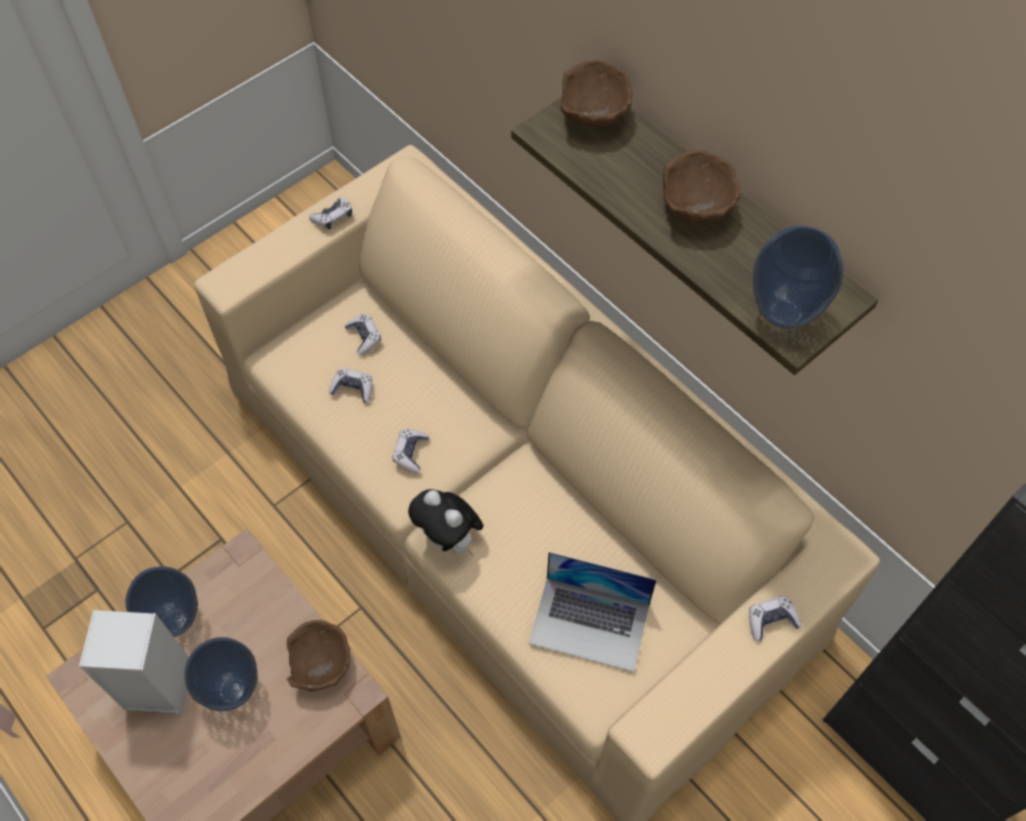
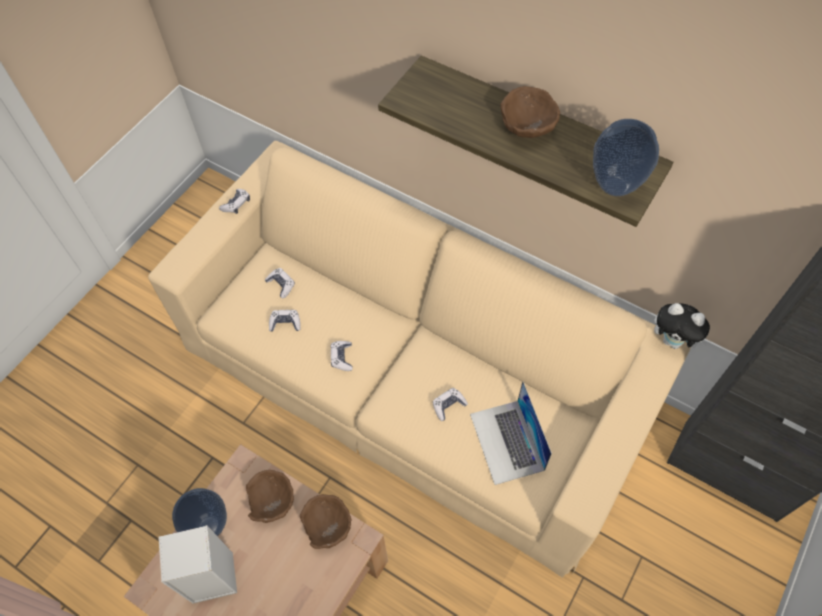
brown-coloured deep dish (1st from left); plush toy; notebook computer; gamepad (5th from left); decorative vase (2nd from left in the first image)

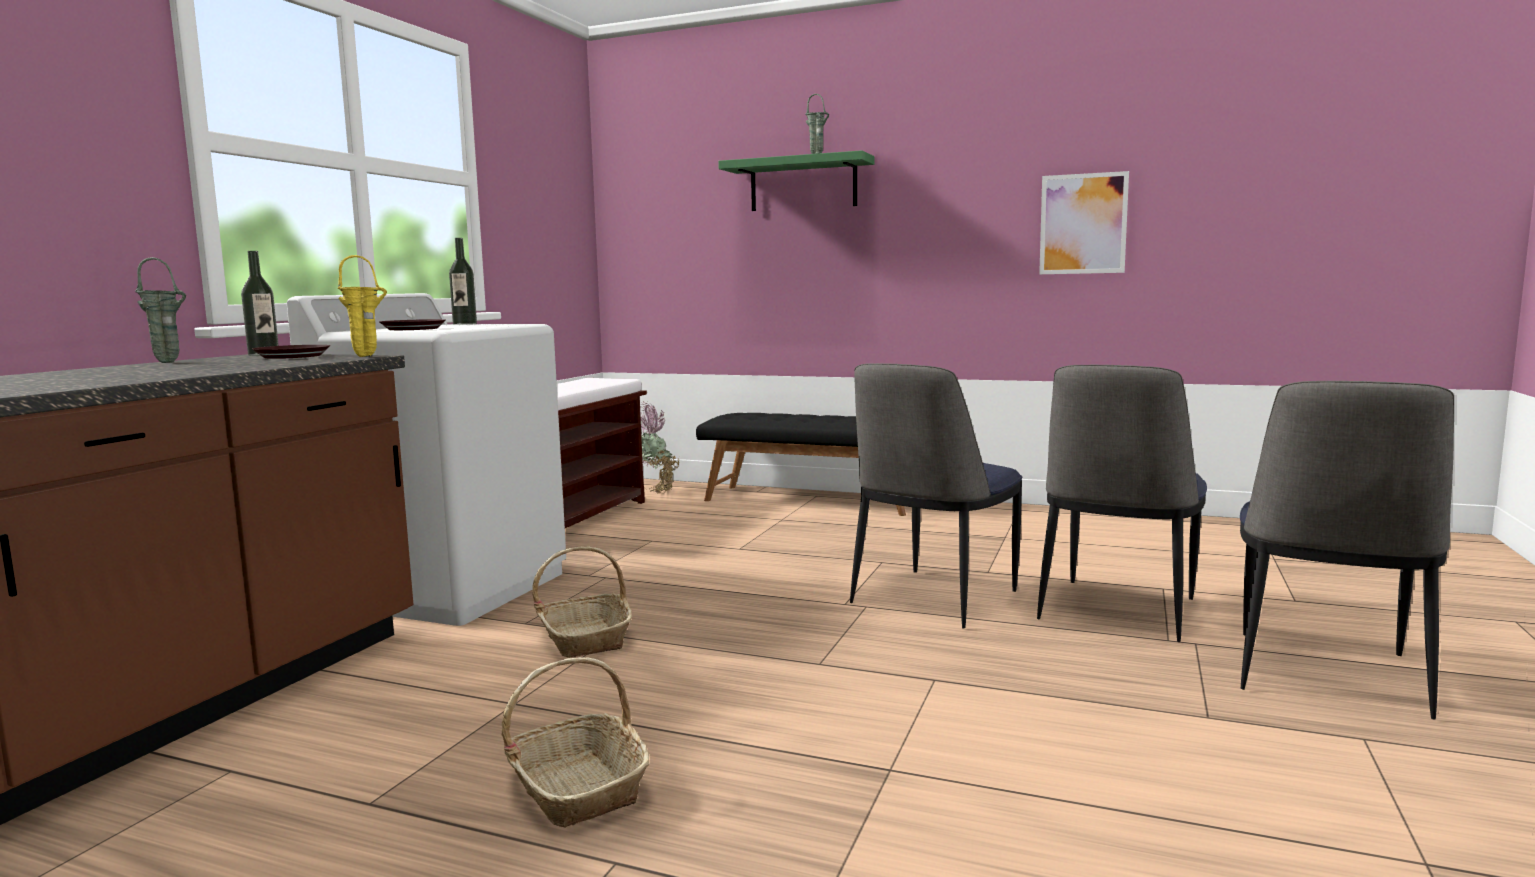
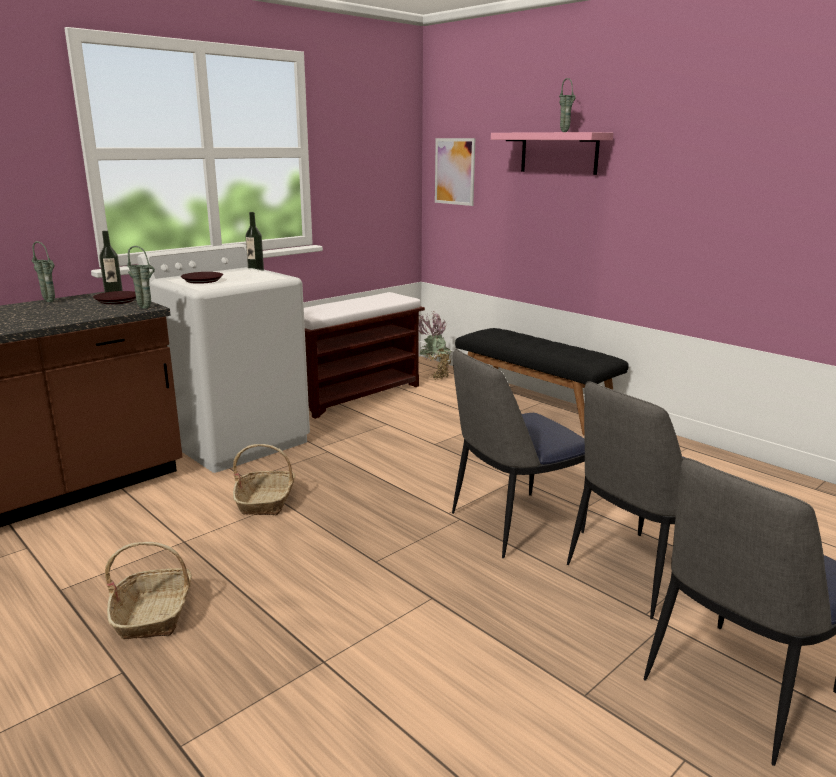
pink-coloured wall shelf; wall picture; greenish decorative vase (2nd from left)

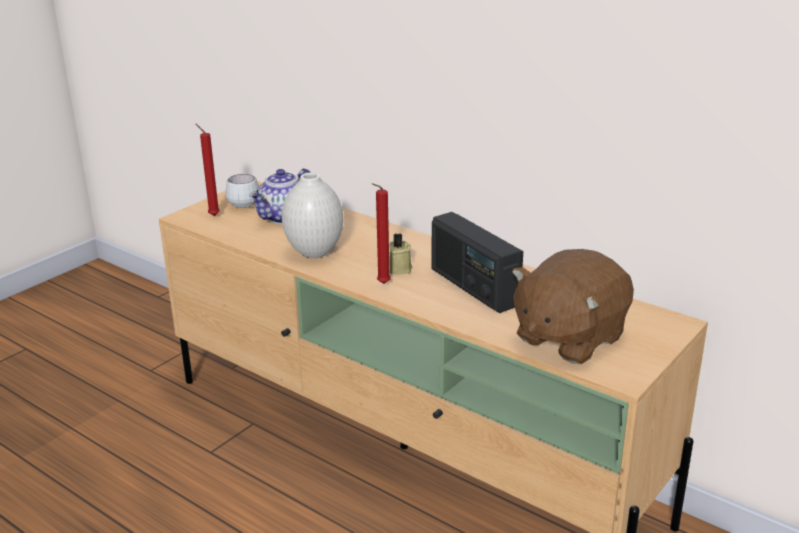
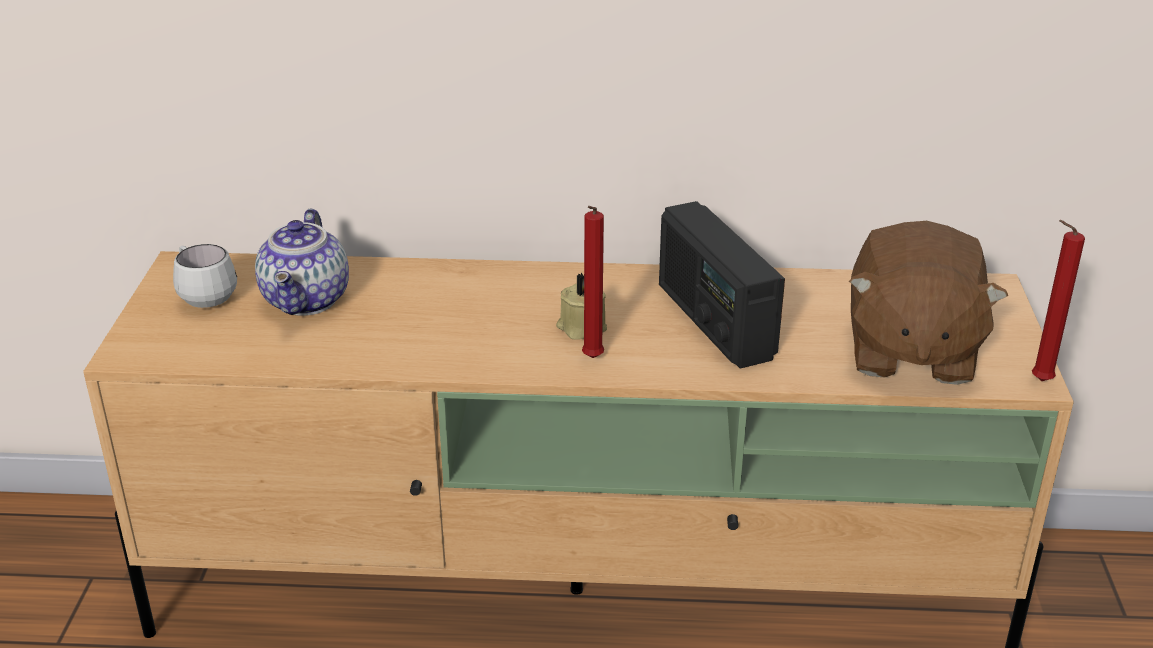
reddish candle (2nd from left); white decorative vase; radio receiver

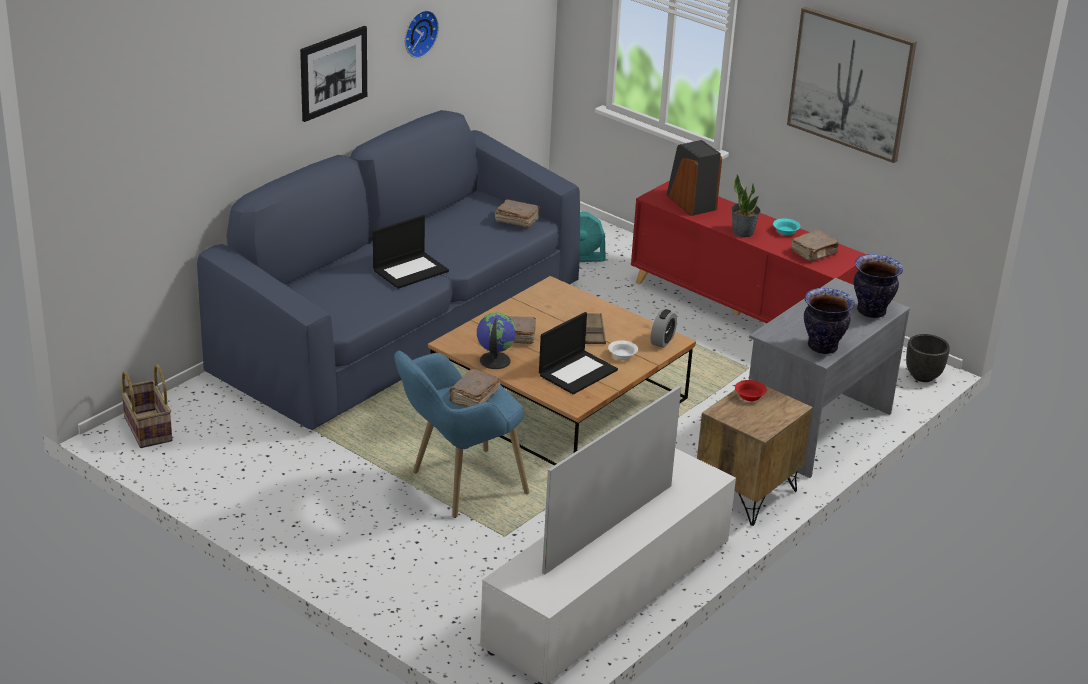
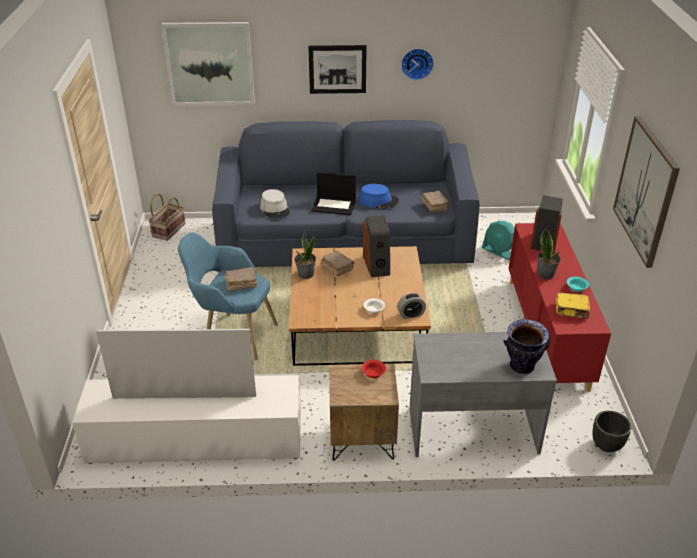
yellow-coloured book; decorative vase (1st from left in the first image); notebook computer (2nd from left in the first image); plant in a pot (1st from left); brown-coloured carrying tray; wall picture (1st from left); blue wearable hat; greyish wearable hat; audio speaker (1st from left)

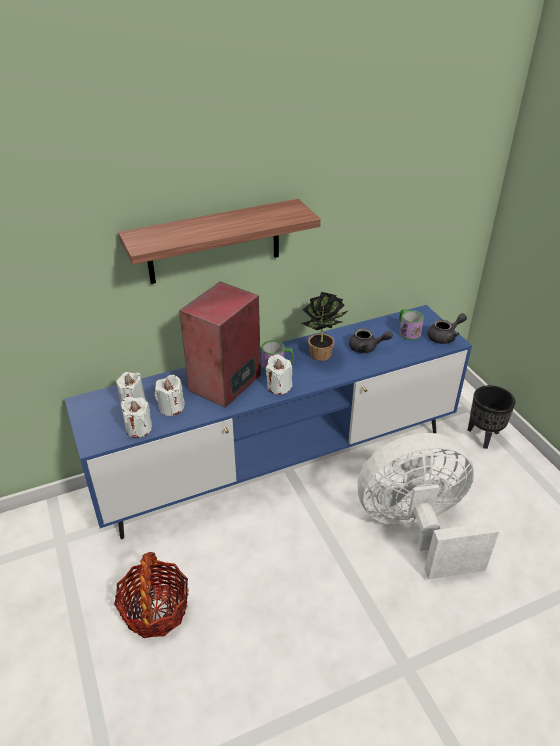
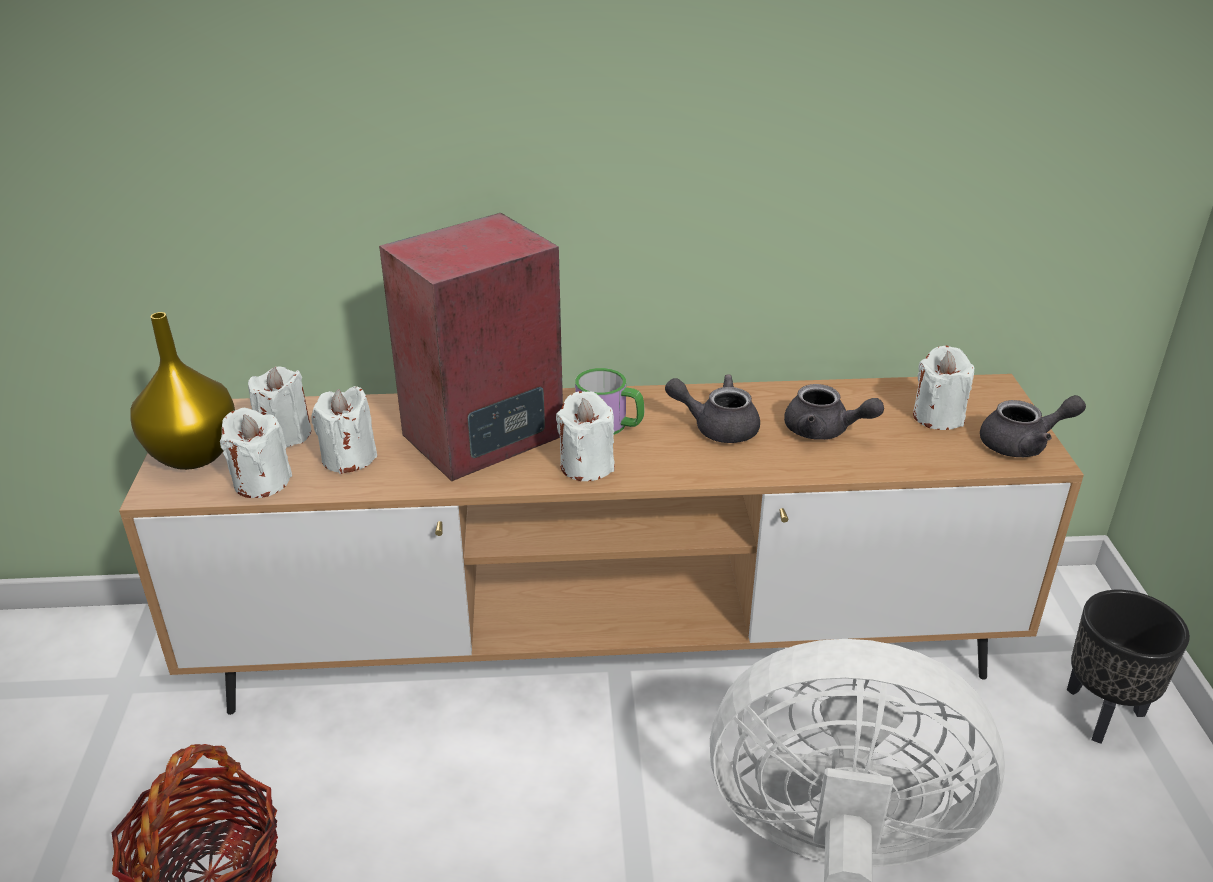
wall shelf; greyish tea pot (1st from left); brown-coloured tv unit; white candle (5th from left); yellow-coloured decorative vase

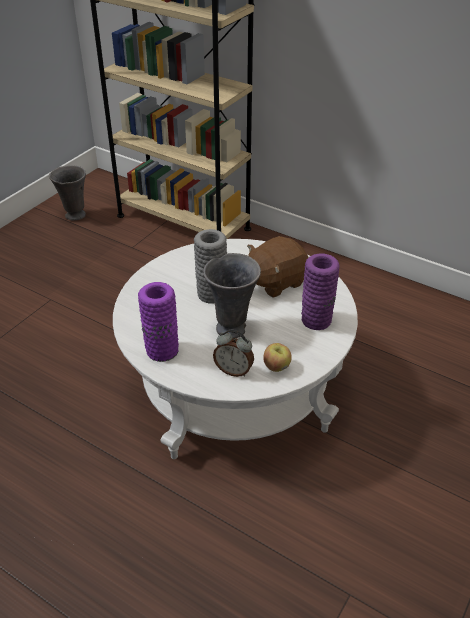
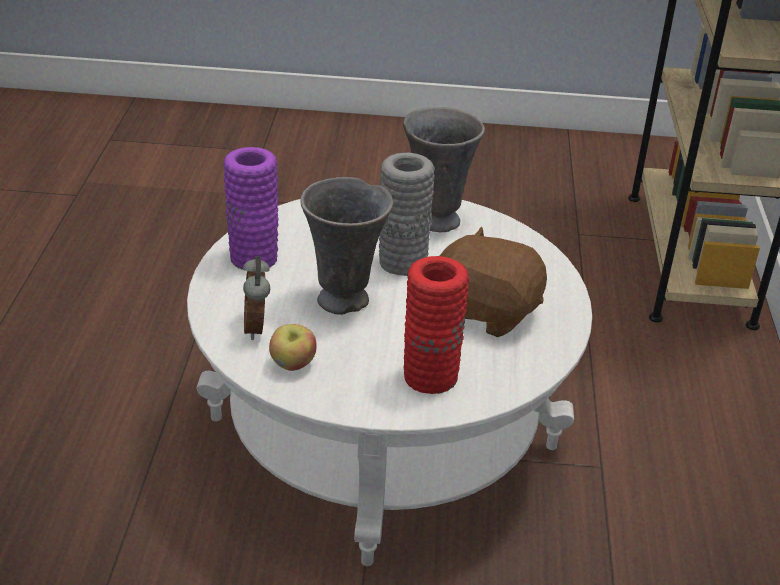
greyish decorative vase (3rd from left); reddish decorative vase

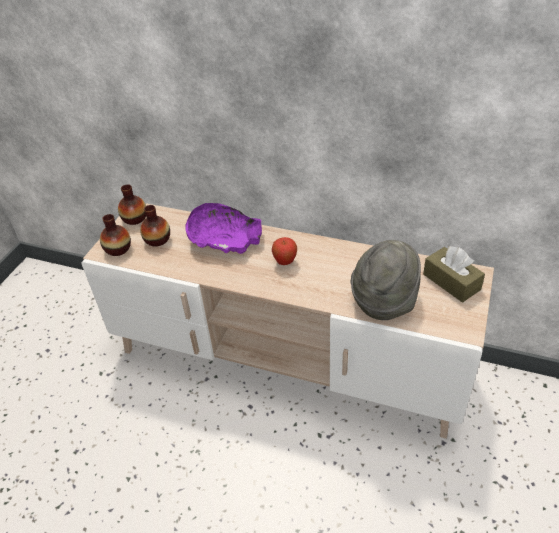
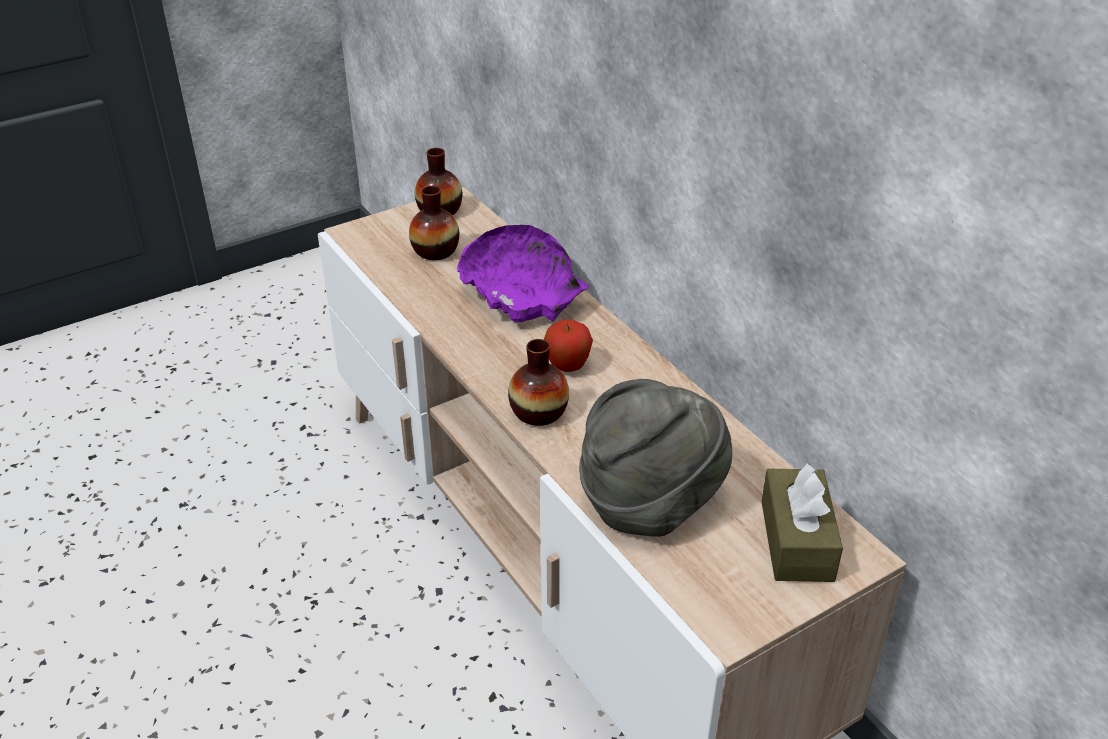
decorative vase (3rd from left)

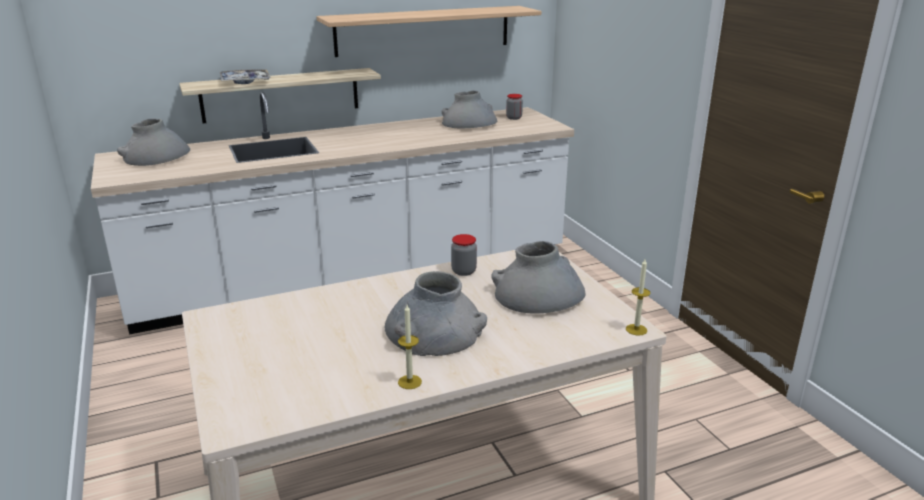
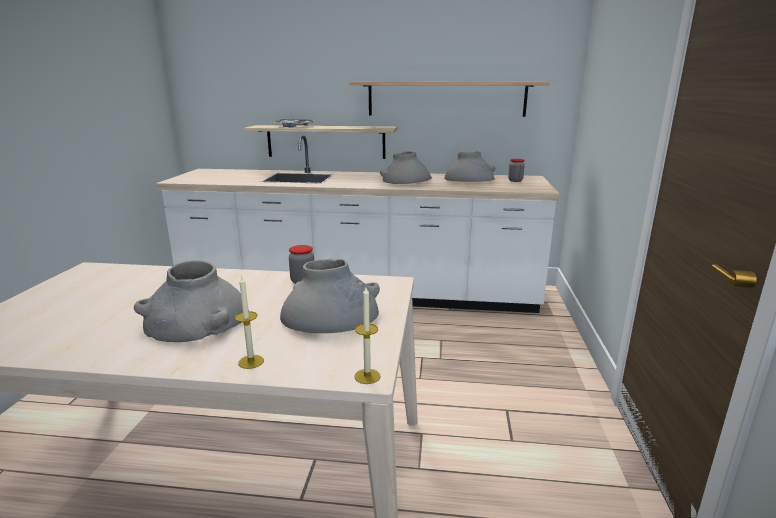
greyish decorative vase (3rd from left); candle (1st from left)

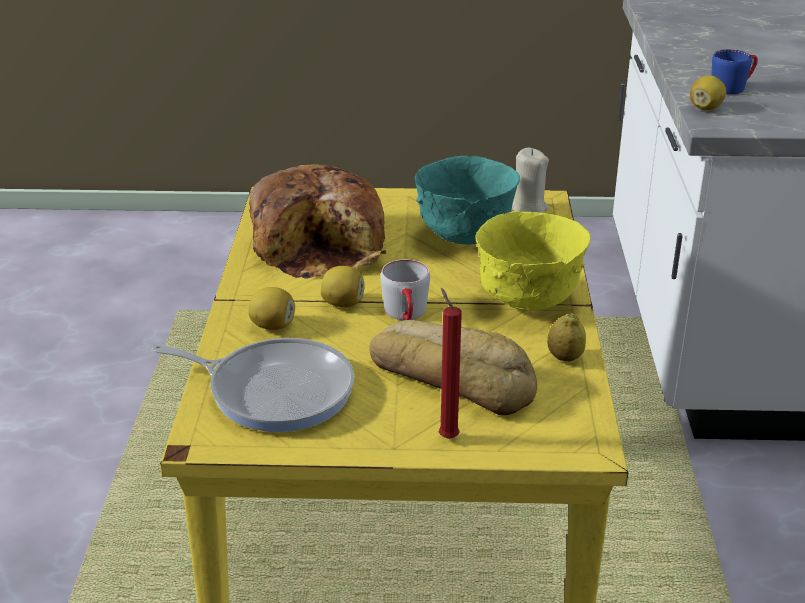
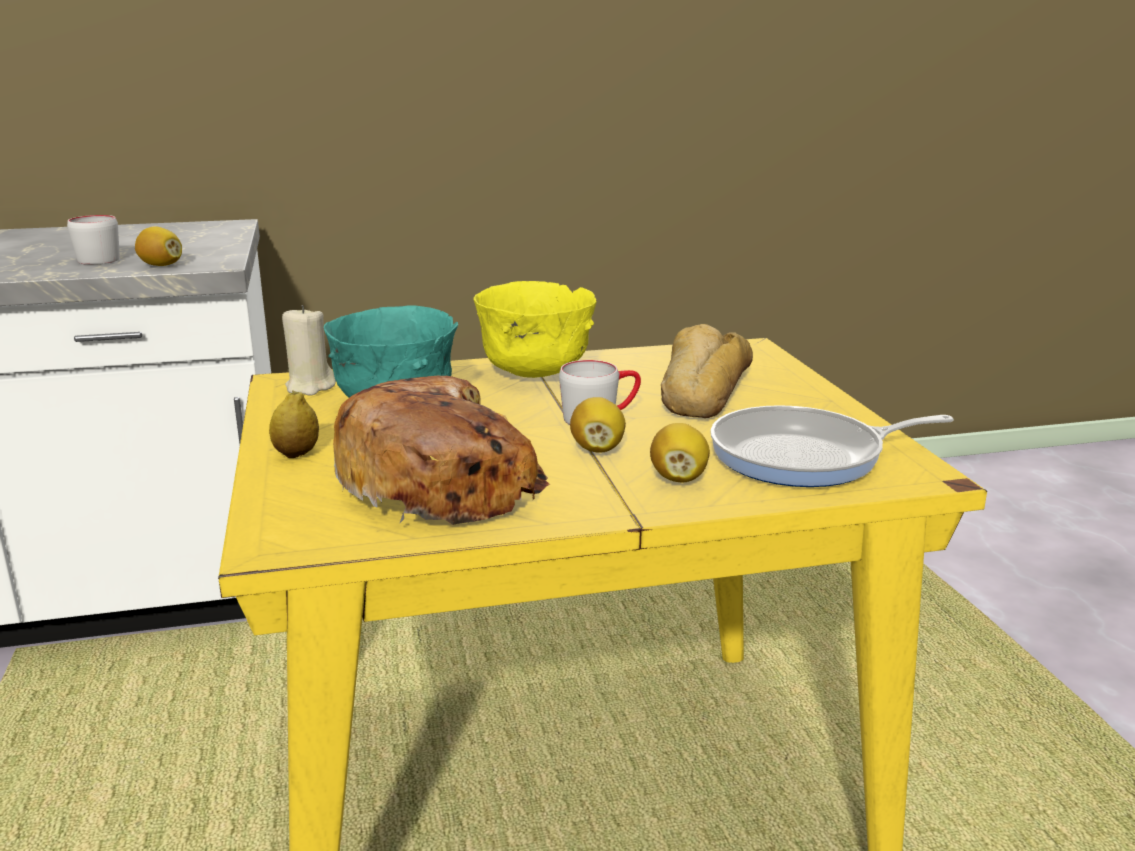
greyish mug (1st from left); reddish candle; lemon (2nd from left); frying pan

